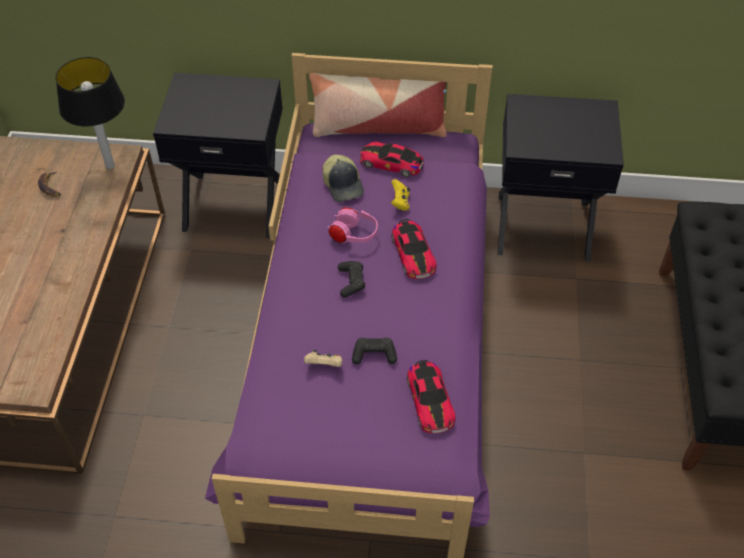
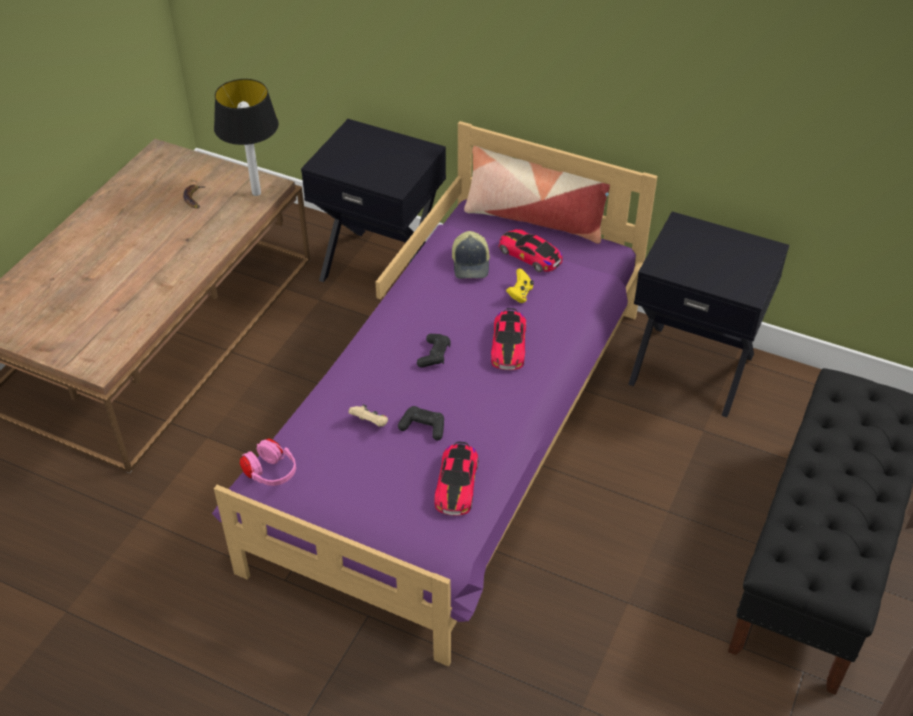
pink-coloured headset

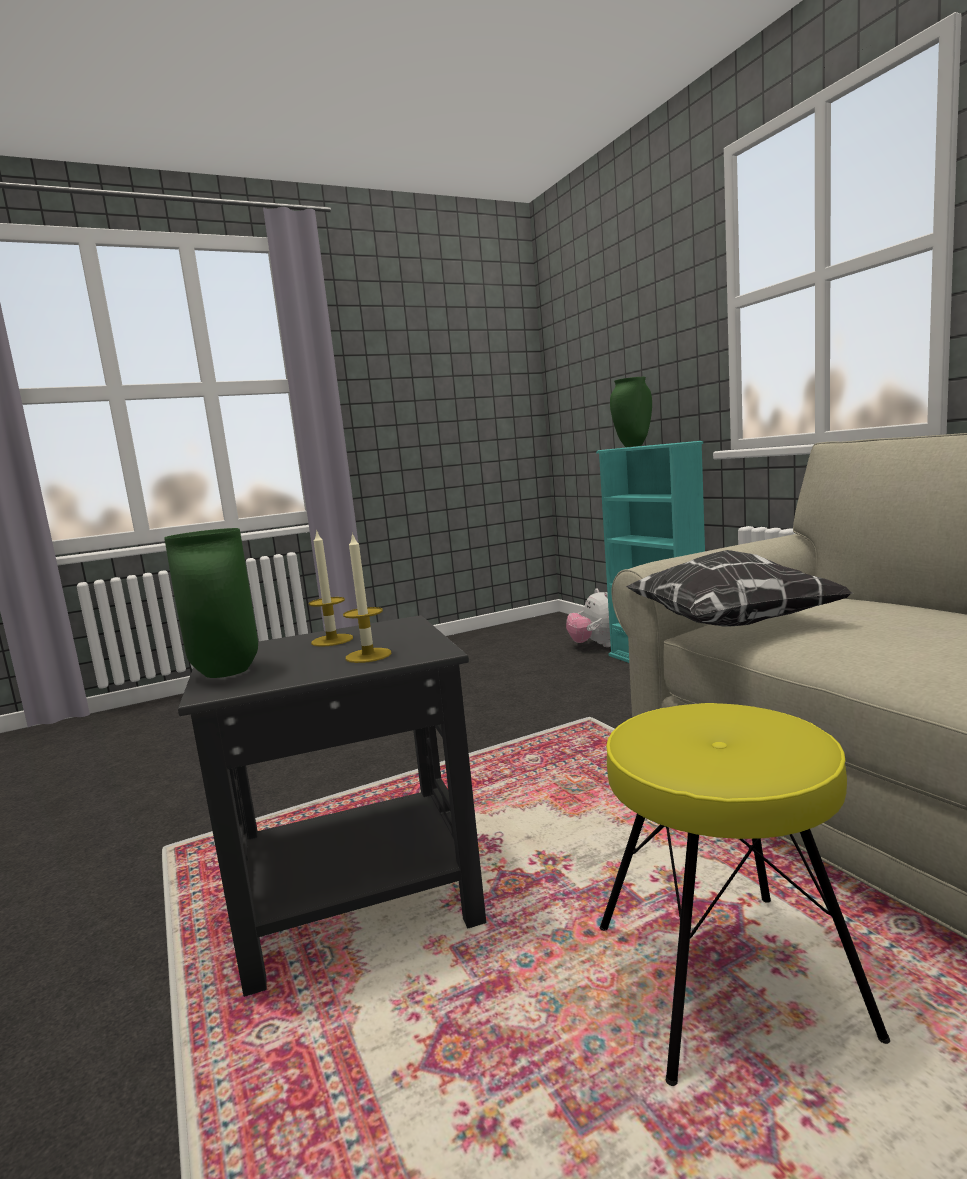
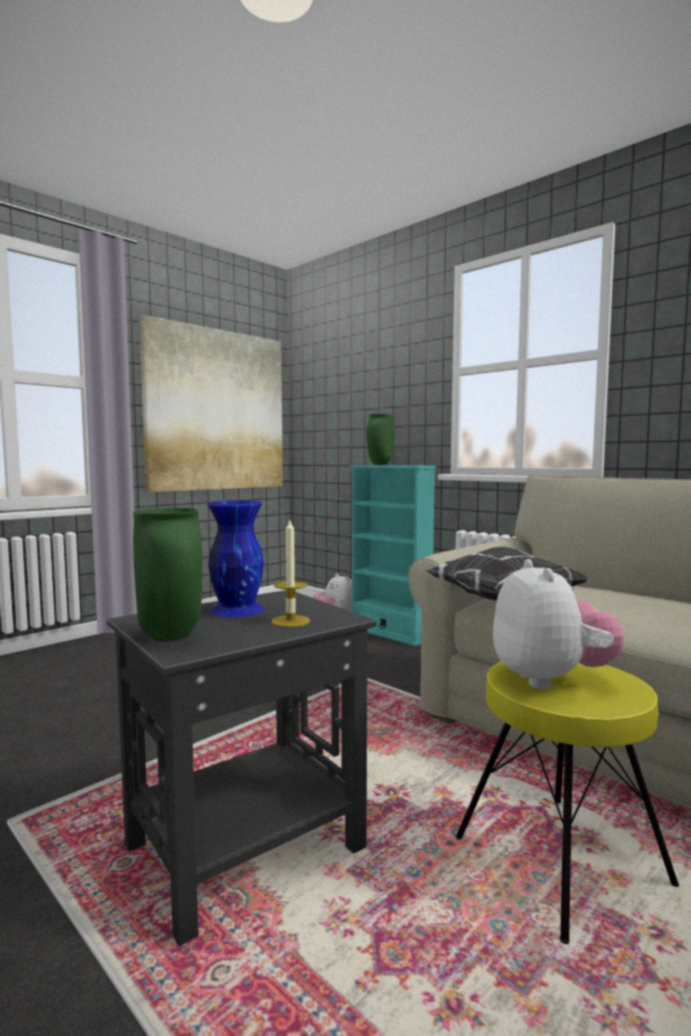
blue decorative vase; wall picture; plush toy (2nd from left)

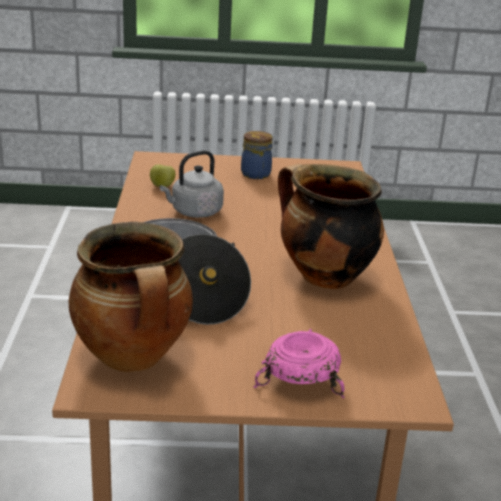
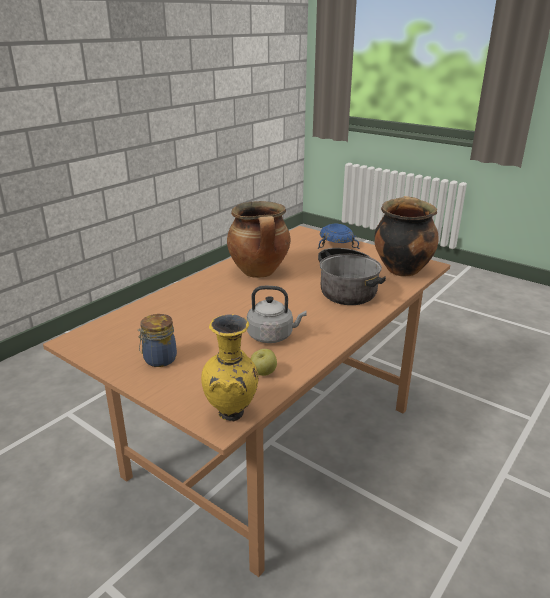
blue deep dish; yellow-coloured decorative vase

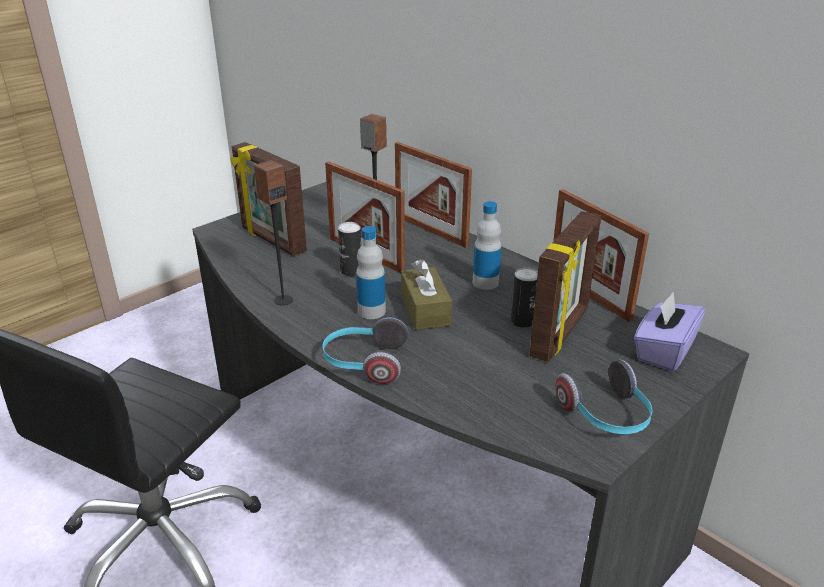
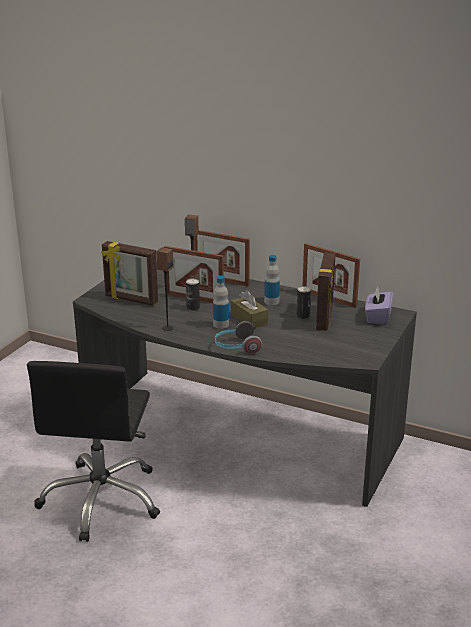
headset (2nd from left in the first image)

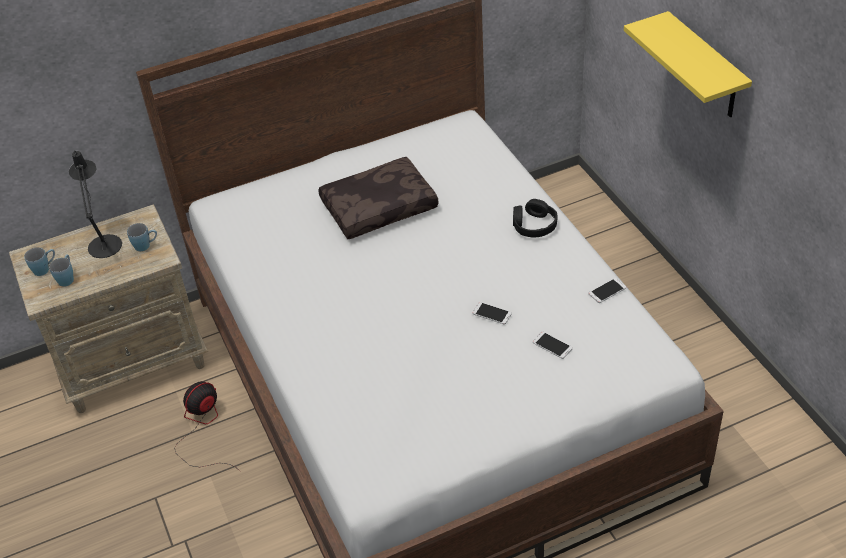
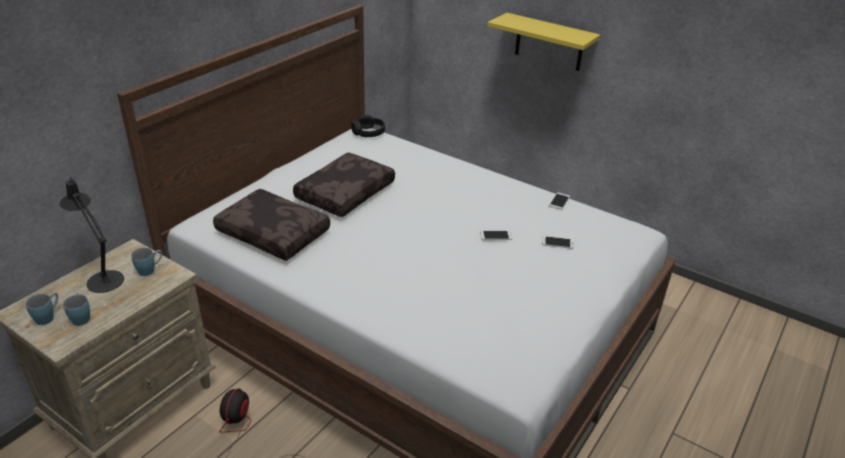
black-coloured headset; brown-coloured pillow (1st from left)

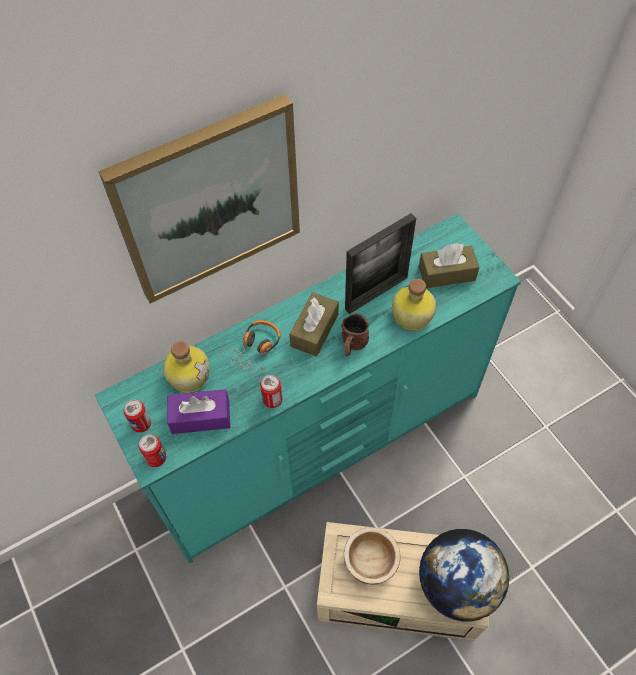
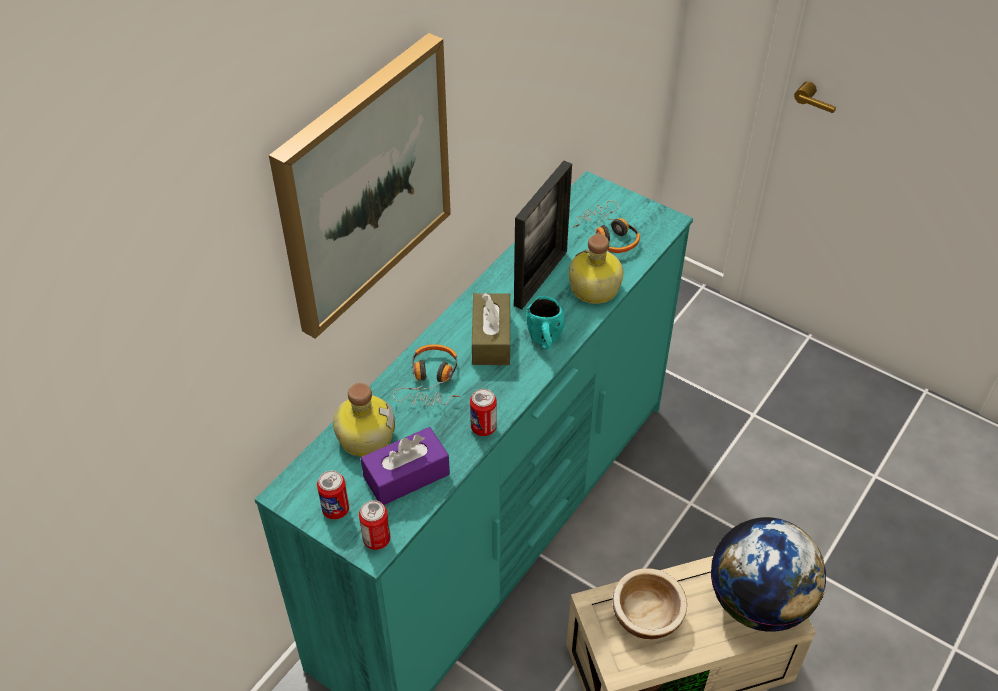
headset (2nd from left); blue-green mug

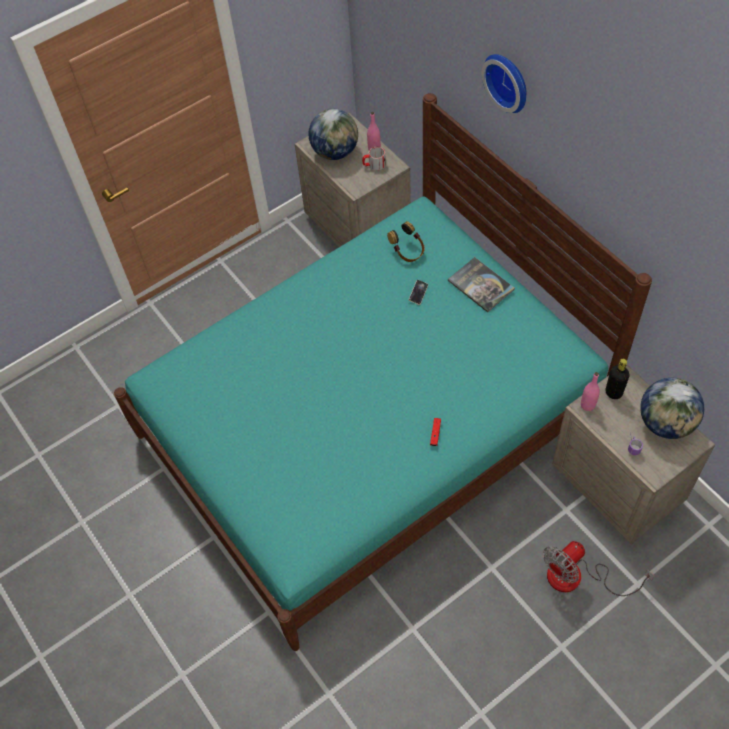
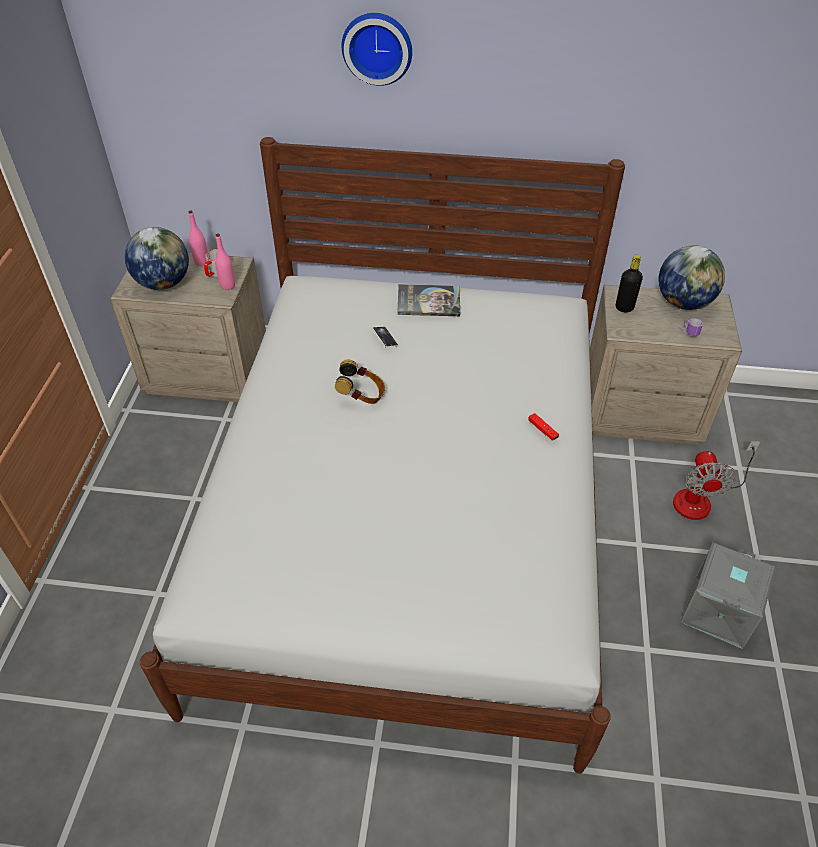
white sleeping bed; headset; pink-coloured beverage bottle (2nd from left); greyish storage bin

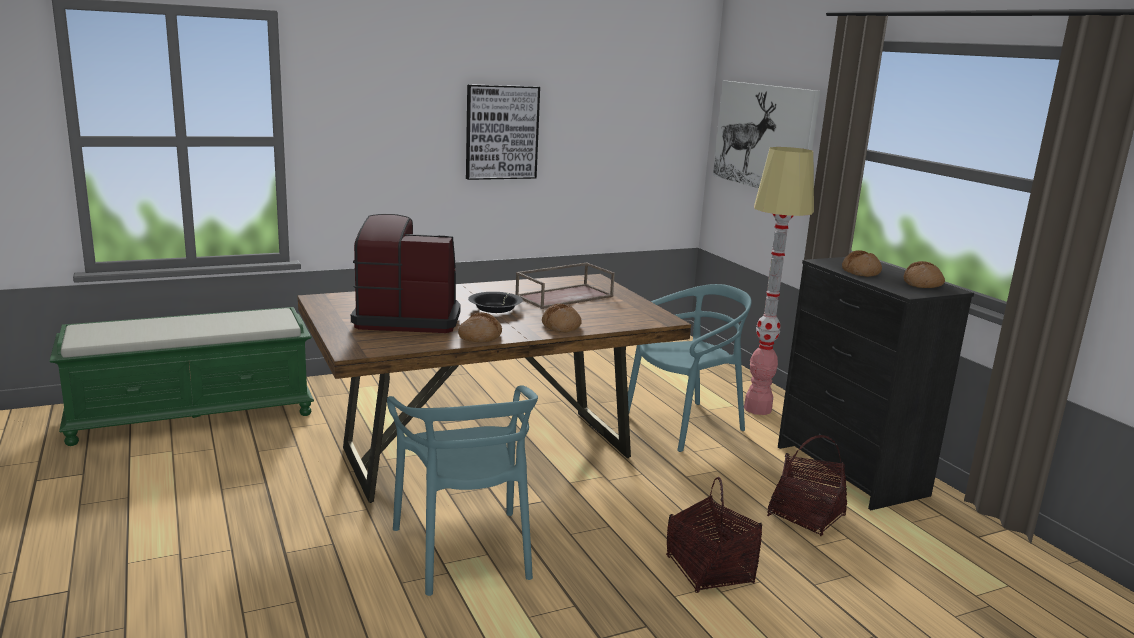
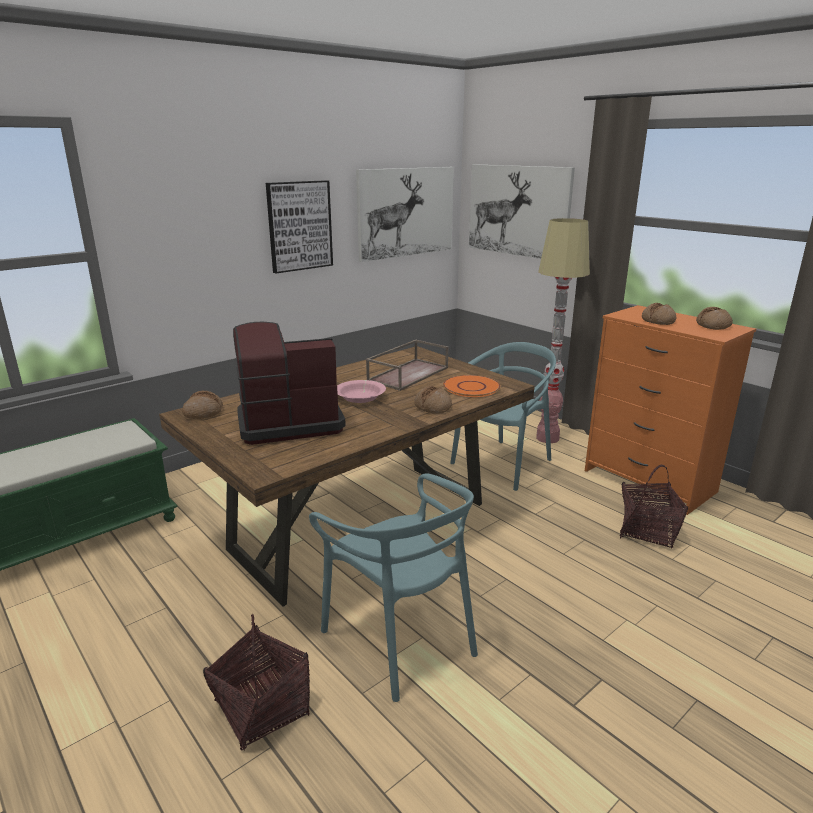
orange-coloured dresser; pink-coloured deep dish; bread (1st from left); storage basket (1st from left); wall picture (2nd from left); orange-coloured flat dish

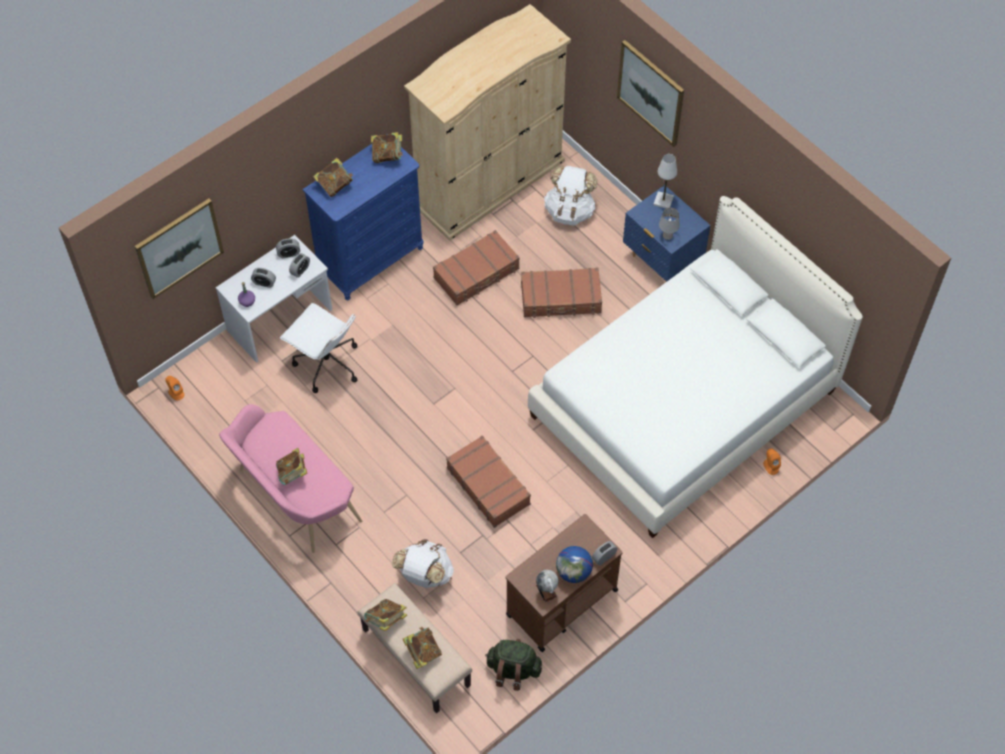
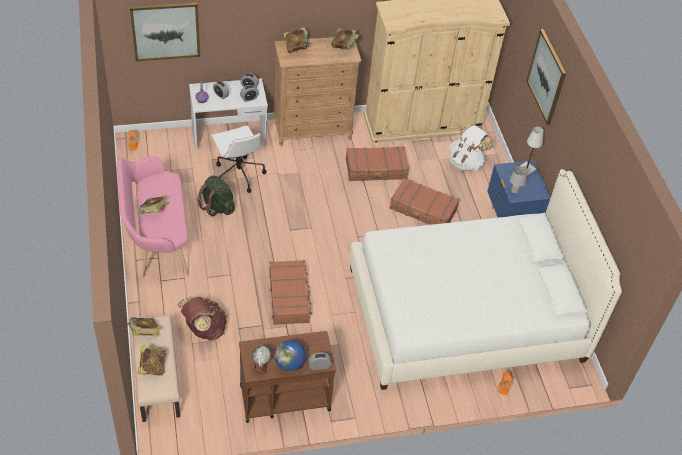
brown-coloured dresser; brown-coloured rucksack; greenish rucksack

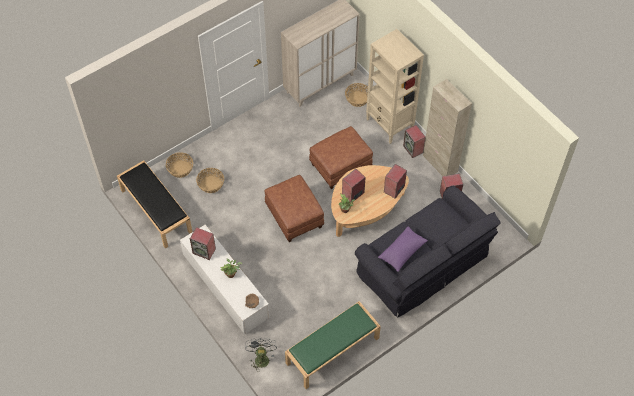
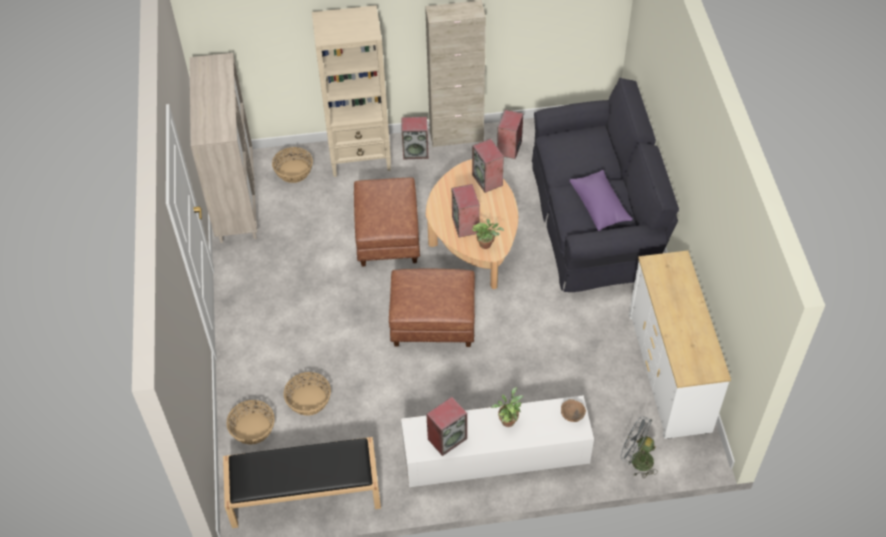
white dresser

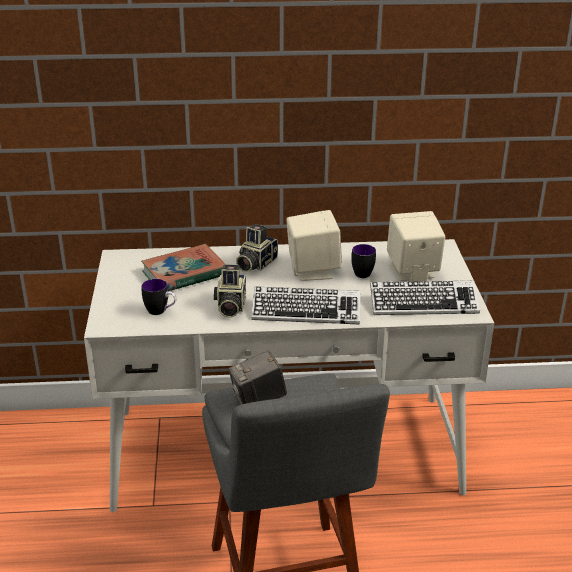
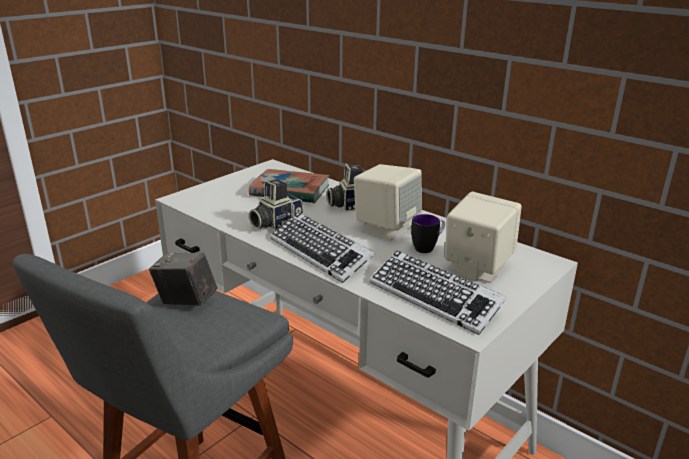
mug (1st from left in the first image)

